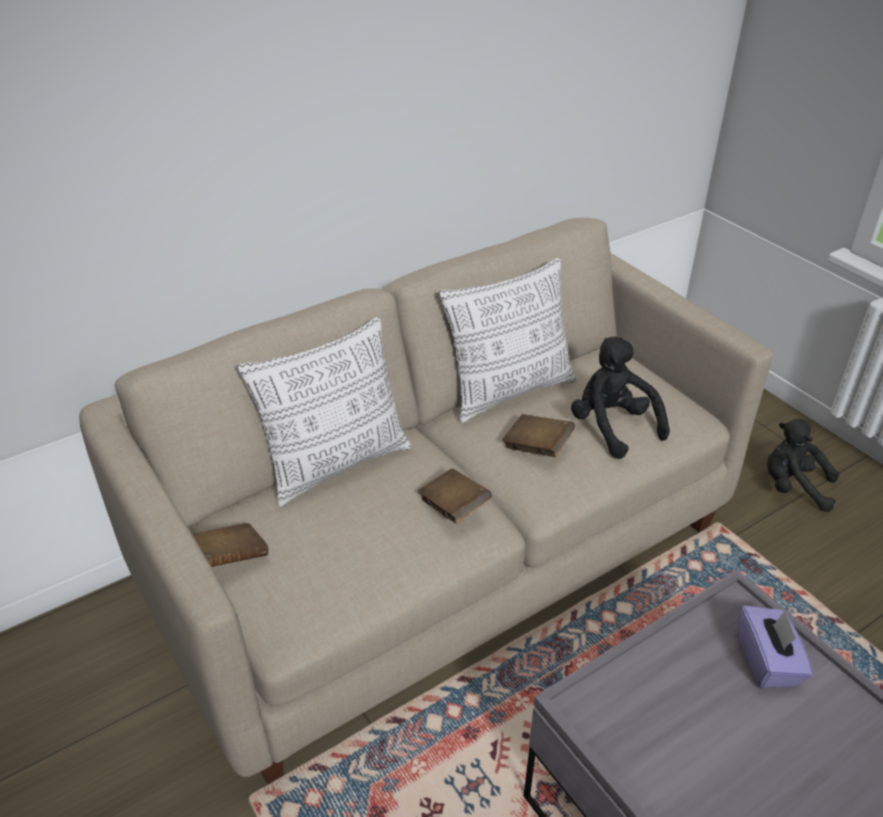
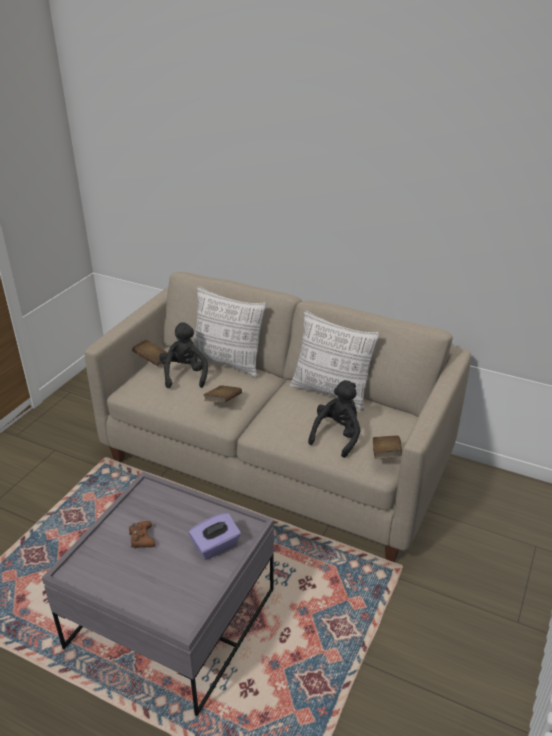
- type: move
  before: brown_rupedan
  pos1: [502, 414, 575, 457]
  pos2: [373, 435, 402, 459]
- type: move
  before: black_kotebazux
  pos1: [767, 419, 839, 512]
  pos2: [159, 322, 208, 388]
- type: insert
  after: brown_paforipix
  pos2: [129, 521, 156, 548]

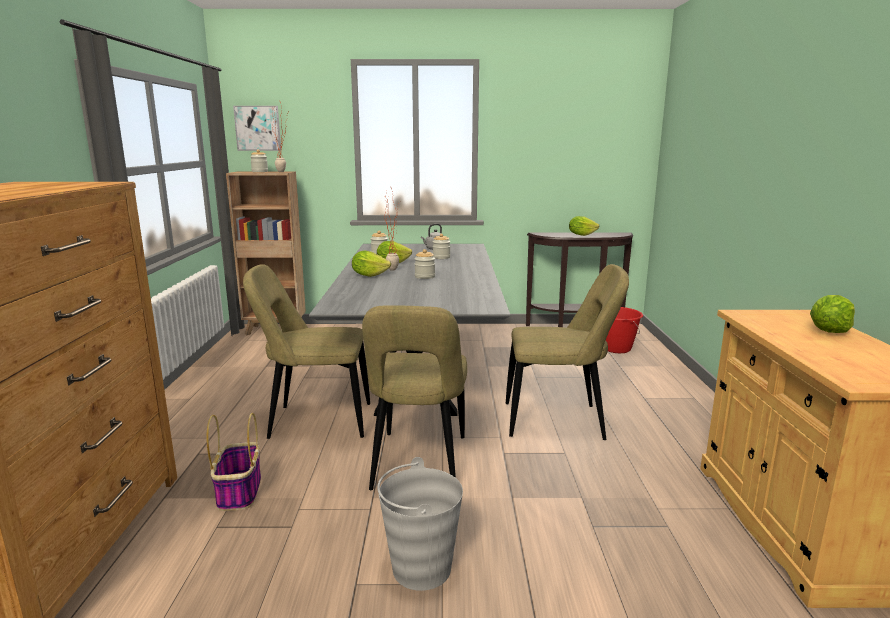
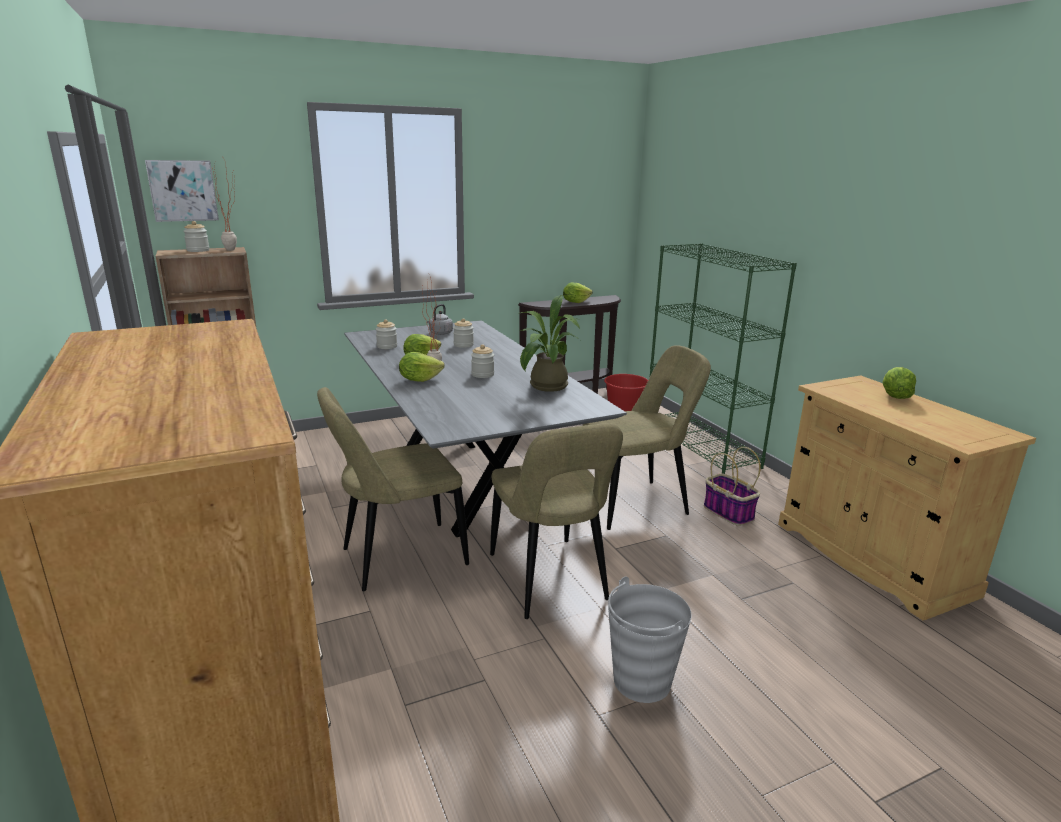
- type: move
  before: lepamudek
  pos1: [207, 413, 261, 511]
  pos2: [704, 447, 761, 526]
- type: insert
  after: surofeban
  pos2: [519, 295, 580, 392]
- type: insert
  after: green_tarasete
  pos2: [650, 243, 797, 474]

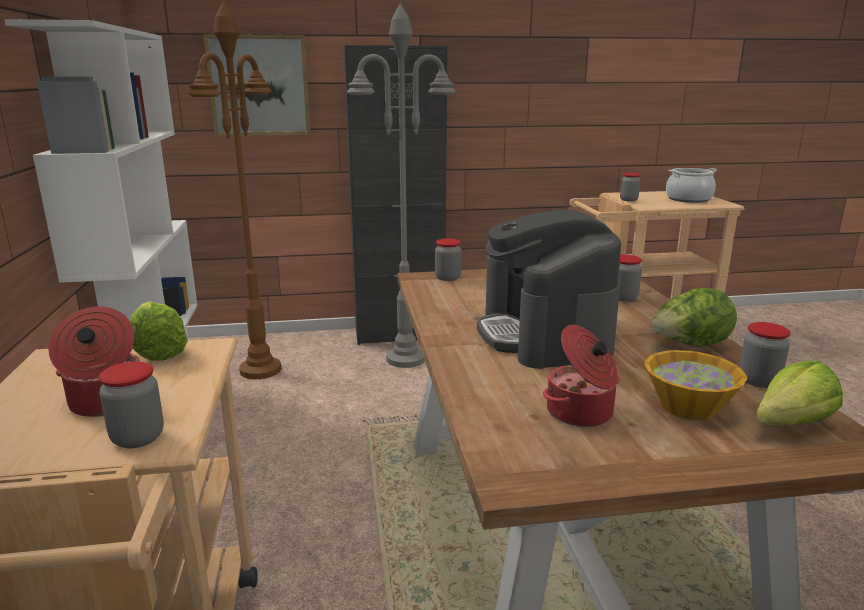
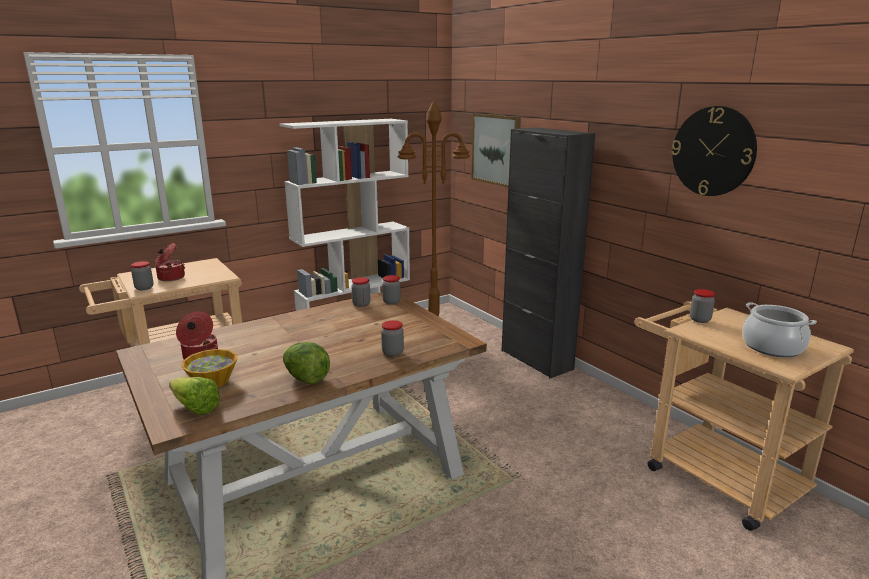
- type: delete
  before: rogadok
  pos1: [130, 301, 188, 361]
- type: delete
  before: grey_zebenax
  pos1: [347, 3, 456, 368]
- type: delete
  before: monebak
  pos1: [477, 210, 621, 369]
- type: move
  before: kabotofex
  pos1: [739, 322, 791, 388]
  pos2: [351, 277, 370, 307]
- type: insert
  after: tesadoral
  pos2: [671, 106, 757, 196]

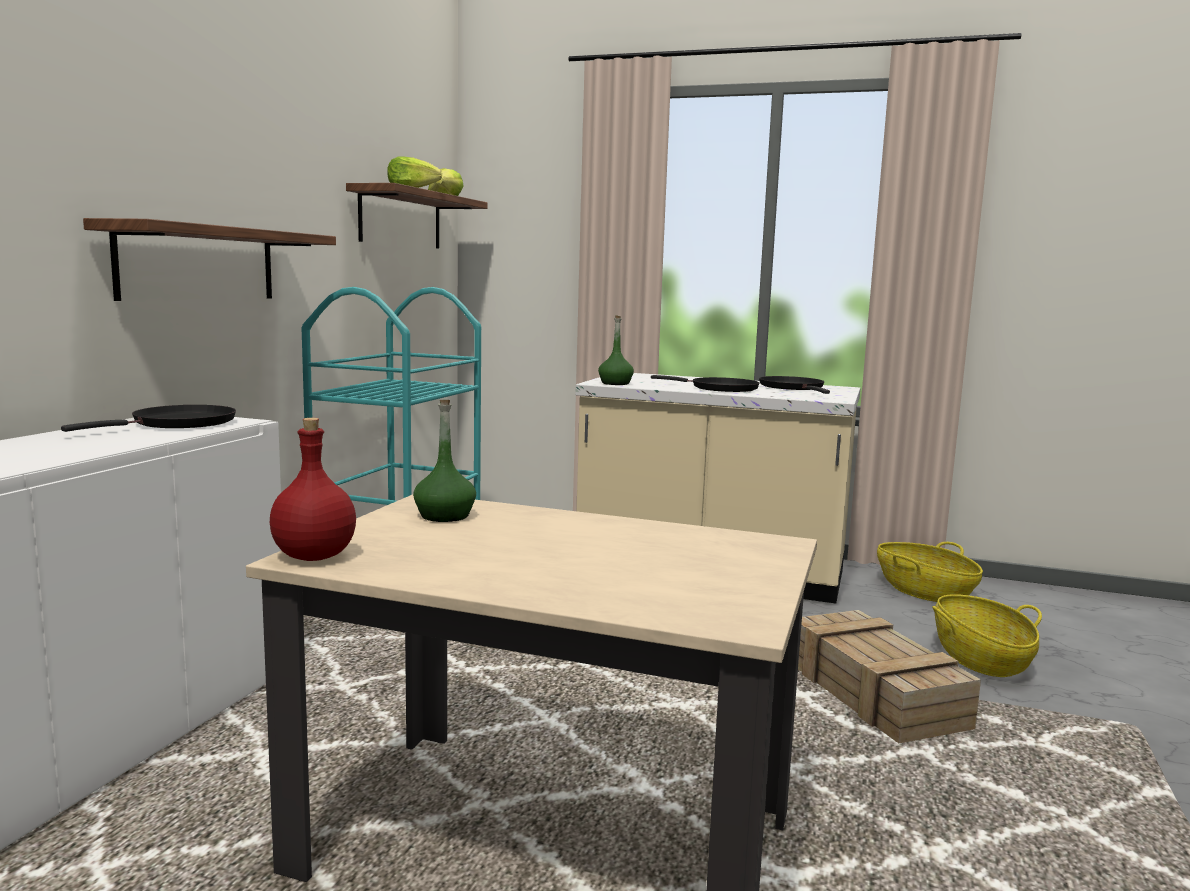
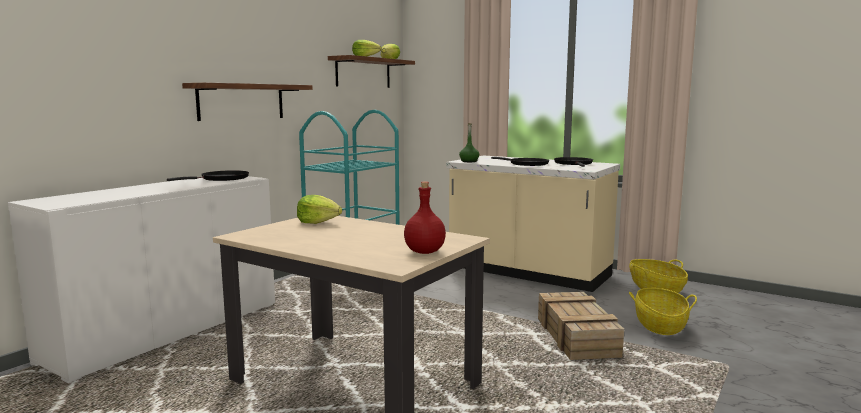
- type: move
  before: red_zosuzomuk
  pos1: [270, 418, 356, 561]
  pos2: [404, 182, 446, 254]
- type: replace
  before: green_zosuzomuk
  after: rogadok
  pos1: [413, 400, 476, 522]
  pos2: [297, 195, 342, 224]

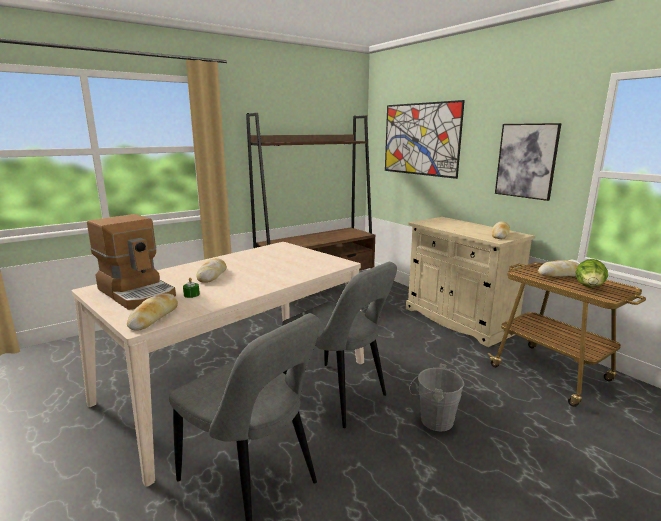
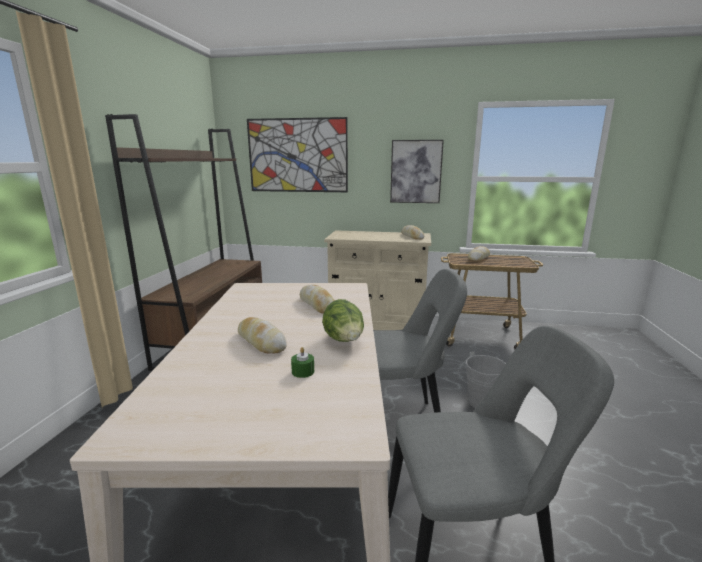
- type: delete
  before: monebak
  pos1: [87, 214, 176, 310]
- type: move
  before: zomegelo
  pos1: [127, 293, 178, 331]
  pos2: [300, 284, 335, 314]
- type: move
  before: rogadok
  pos1: [576, 259, 608, 287]
  pos2: [322, 299, 364, 342]

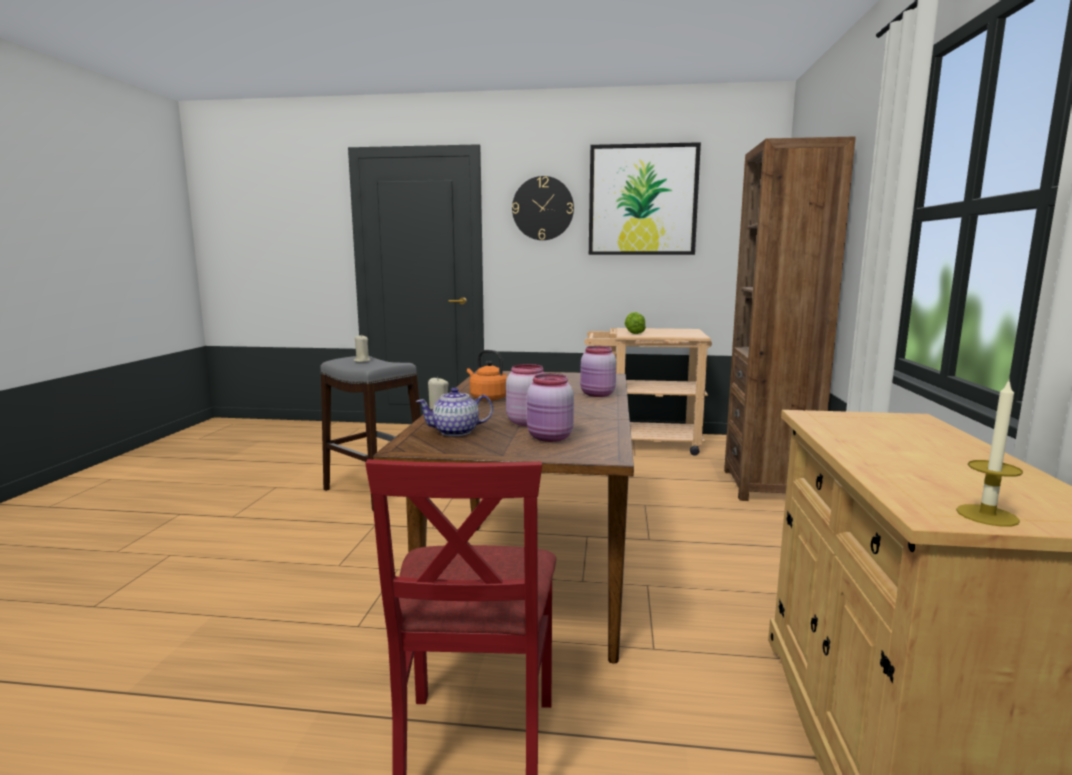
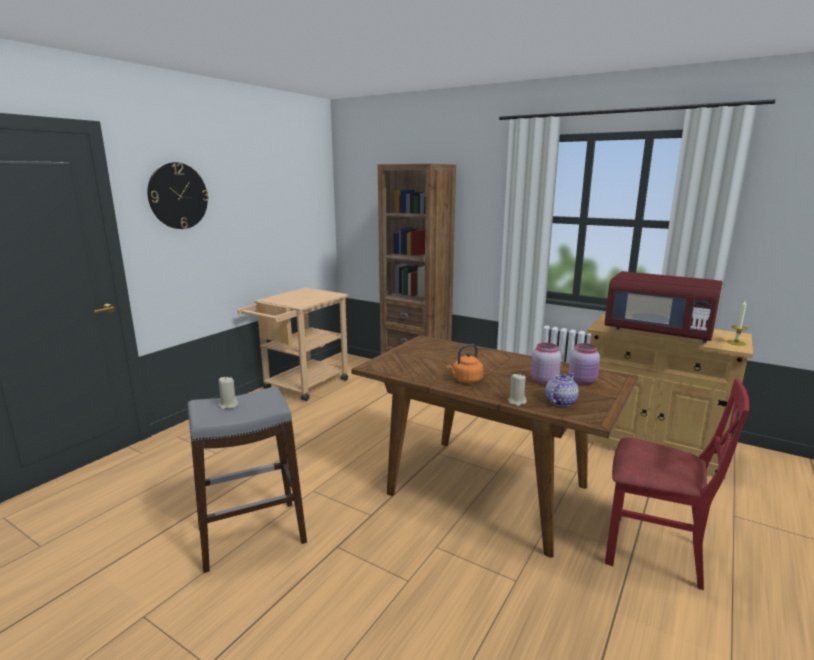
- type: rotate
  before: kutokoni
  pos1: [416, 388, 493, 436]
  pos2: [545, 373, 579, 406]
  turn: -150
- type: delete
  before: pink_kabotofex
  pos1: [580, 346, 616, 397]
- type: delete
  before: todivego
  pos1: [589, 142, 701, 255]
- type: delete
  before: rogadok
  pos1: [625, 312, 646, 334]
- type: insert
  after: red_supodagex
  pos2: [605, 271, 723, 343]

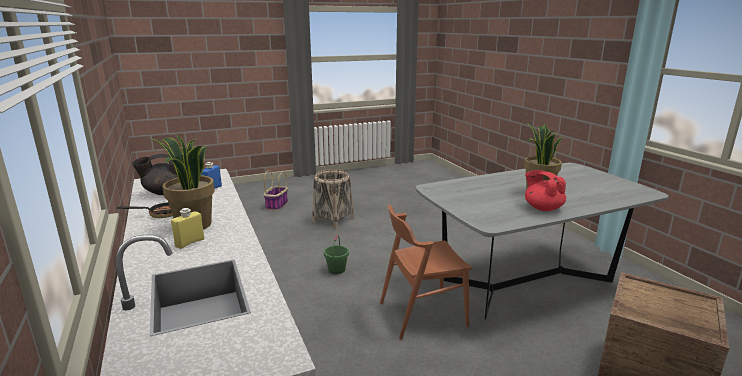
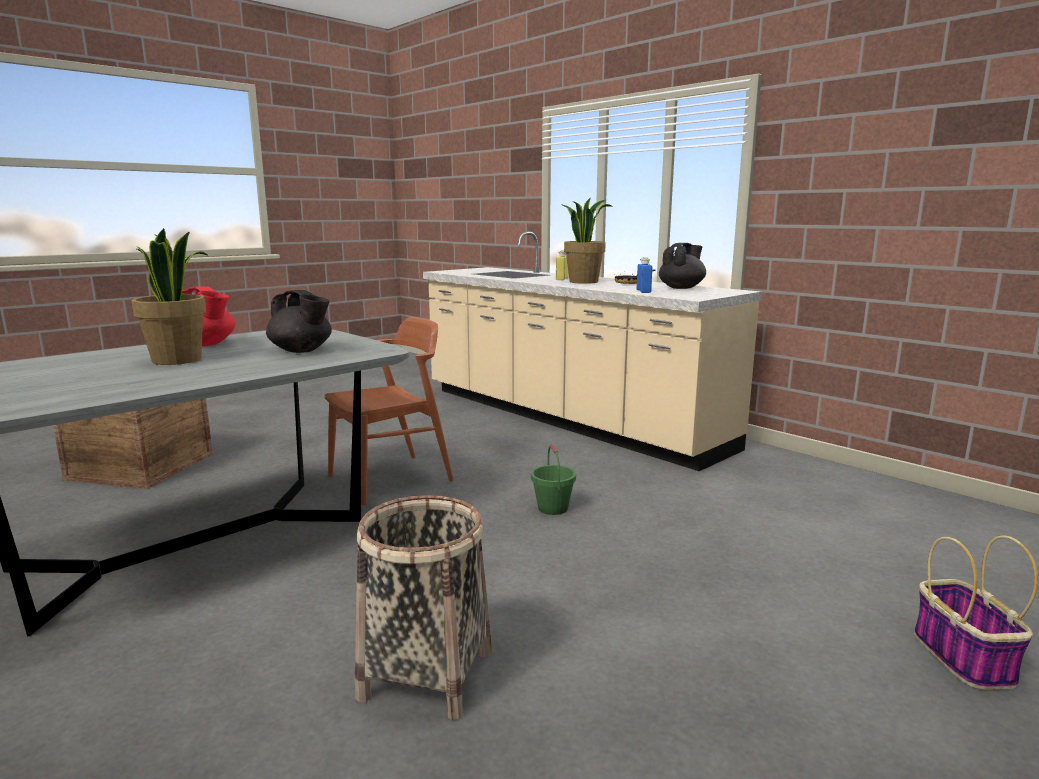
- type: move
  before: lepamudek
  pos1: [312, 169, 354, 229]
  pos2: [355, 495, 492, 720]
- type: insert
  after: black_kutokoni
  pos2: [266, 290, 332, 353]

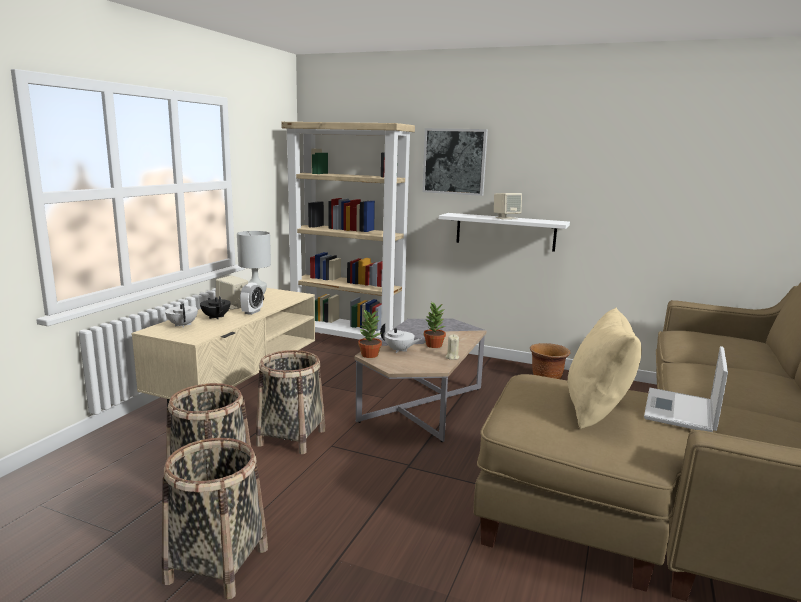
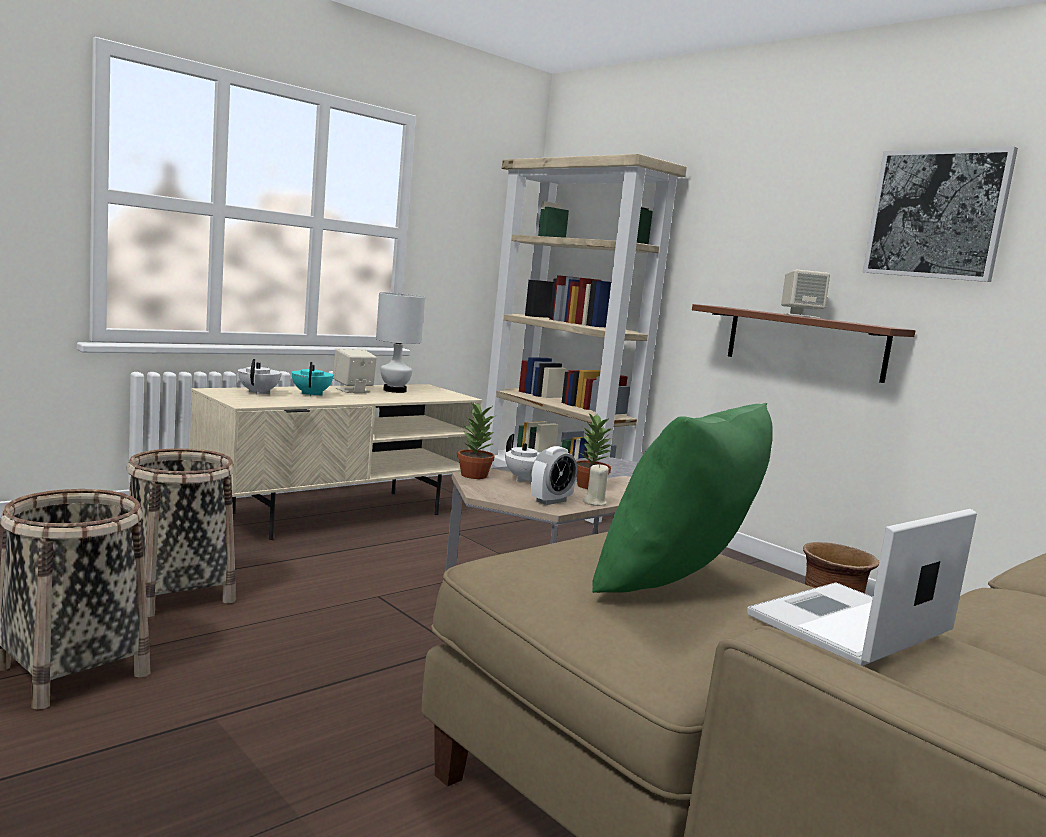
- type: recolor
  before: black_kutokoni
  after: turquoise_kutokoni
  pos1: [200, 296, 230, 319]
  pos2: [292, 362, 333, 396]
- type: move
  before: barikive
  pos1: [240, 282, 264, 315]
  pos2: [531, 446, 577, 505]
- type: delete
  before: lepamudek
  pos1: [256, 350, 325, 454]
- type: move
  before: todivego
  pos1: [422, 128, 488, 196]
  pos2: [863, 147, 1018, 282]
- type: recolor
  before: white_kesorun
  after: brown_kesorun
  pos1: [439, 213, 570, 252]
  pos2: [692, 304, 916, 383]
- type: recolor
  before: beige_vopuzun
  after: green_vopuzun
  pos1: [568, 307, 642, 429]
  pos2: [592, 403, 773, 593]

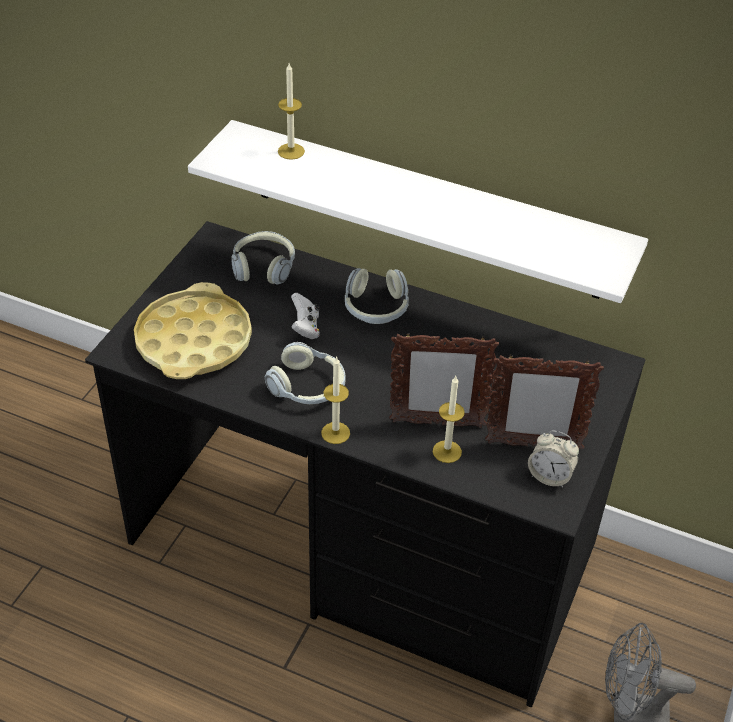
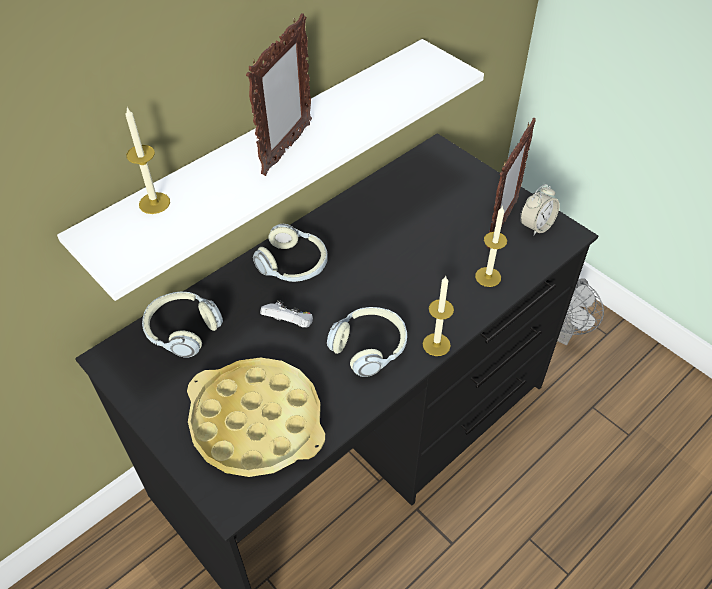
- type: move
  before: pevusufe
  pos1: [389, 333, 499, 428]
  pos2: [246, 13, 312, 176]

